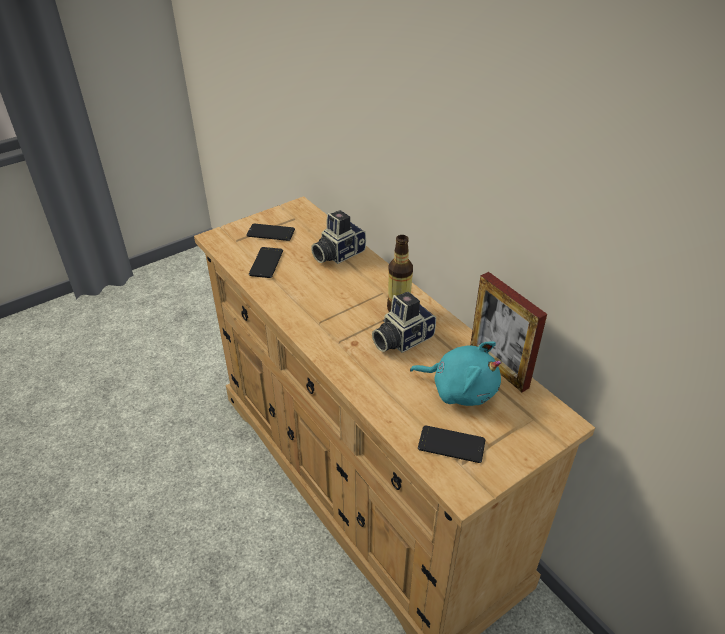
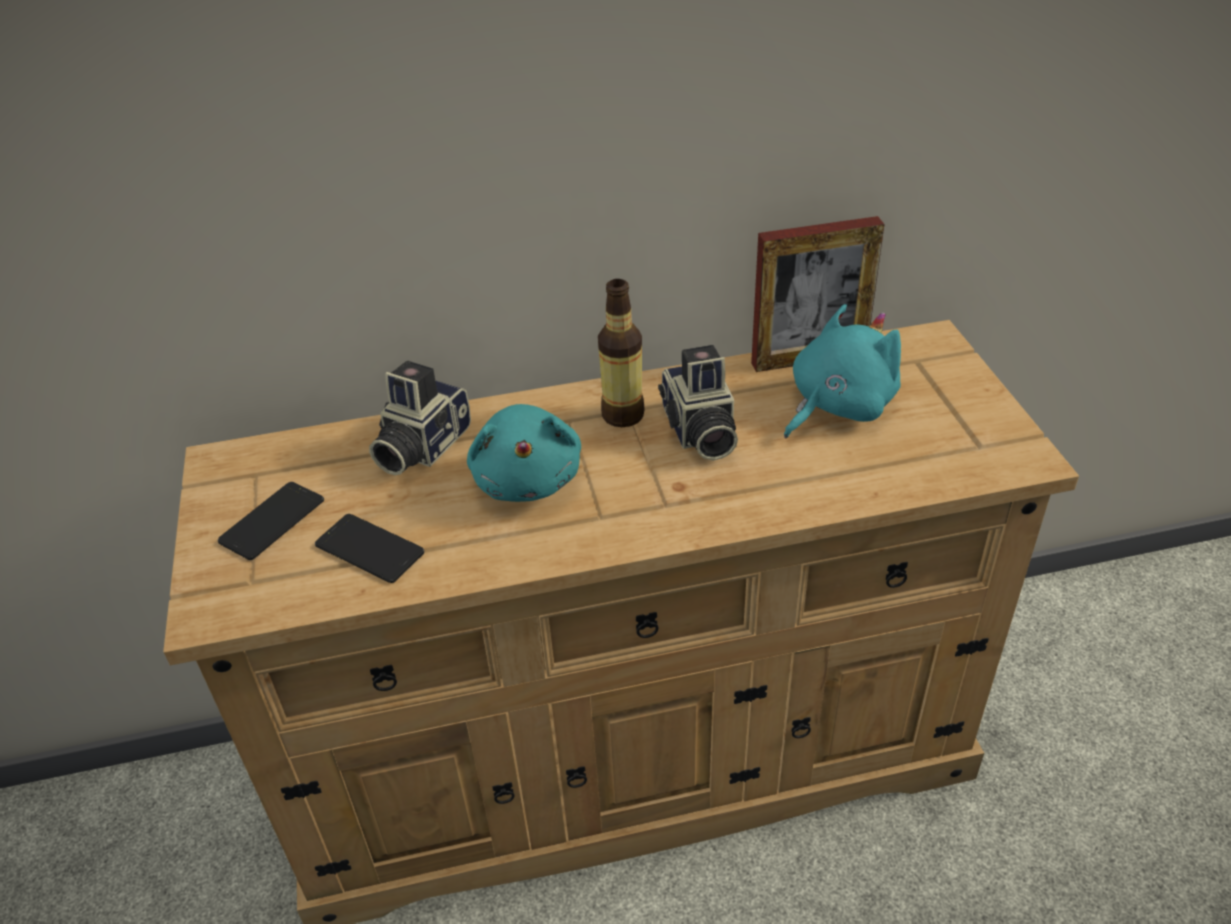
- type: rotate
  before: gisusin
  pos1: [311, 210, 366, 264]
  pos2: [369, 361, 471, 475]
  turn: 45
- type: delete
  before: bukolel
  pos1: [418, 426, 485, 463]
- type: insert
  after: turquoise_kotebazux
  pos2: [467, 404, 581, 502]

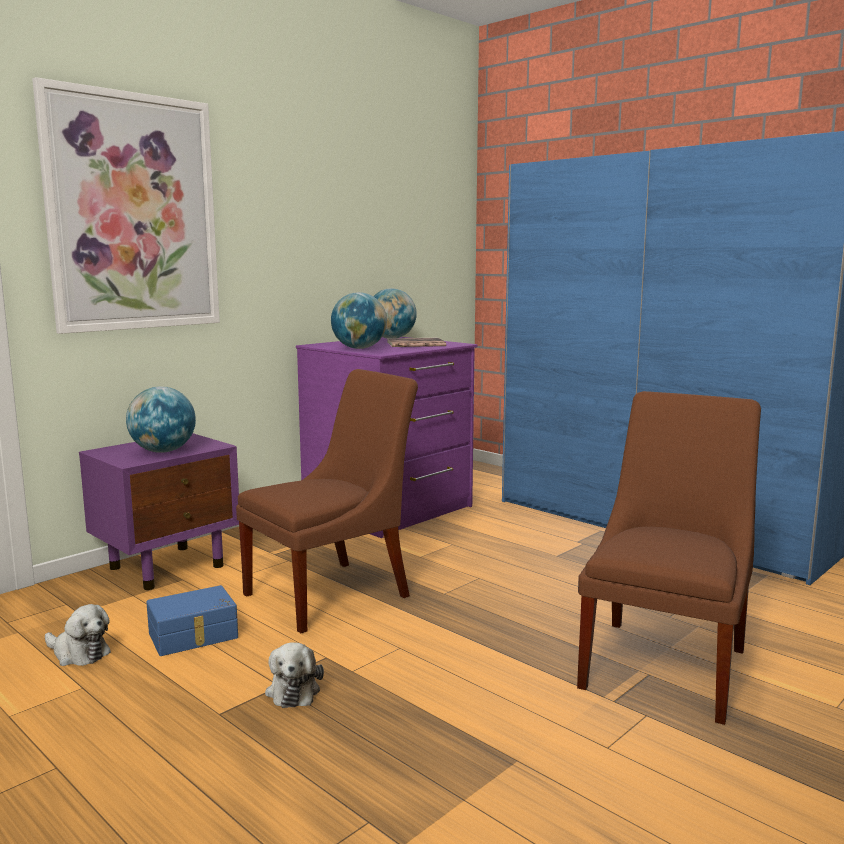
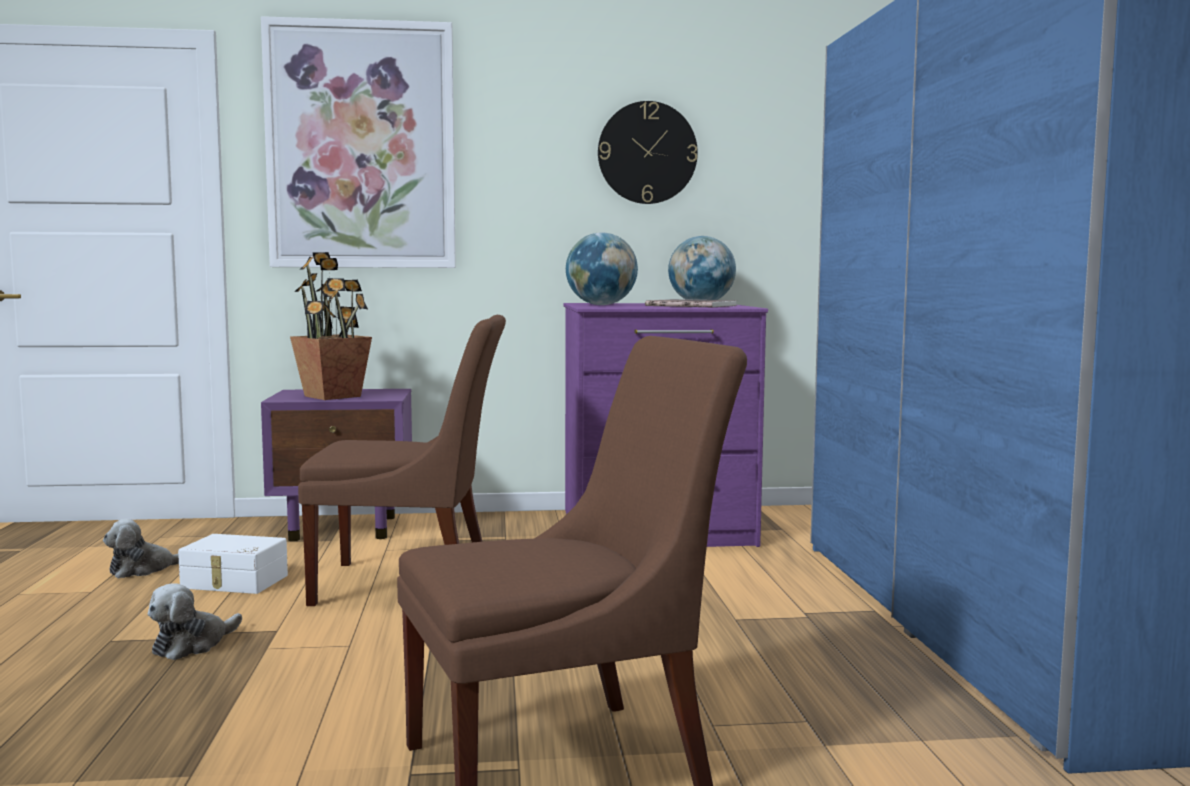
- type: rotate
  before: kotebazux
  pos1: [45, 604, 111, 666]
  pos2: [103, 519, 179, 578]
  turn: 75
- type: replace
  before: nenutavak
  after: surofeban
  pos1: [126, 386, 196, 453]
  pos2: [290, 252, 372, 400]
- type: recolor
  before: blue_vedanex
  after: white_vedanex
  pos1: [146, 585, 238, 656]
  pos2: [178, 534, 288, 594]
- type: insert
  after: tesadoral
  pos2: [598, 101, 698, 204]

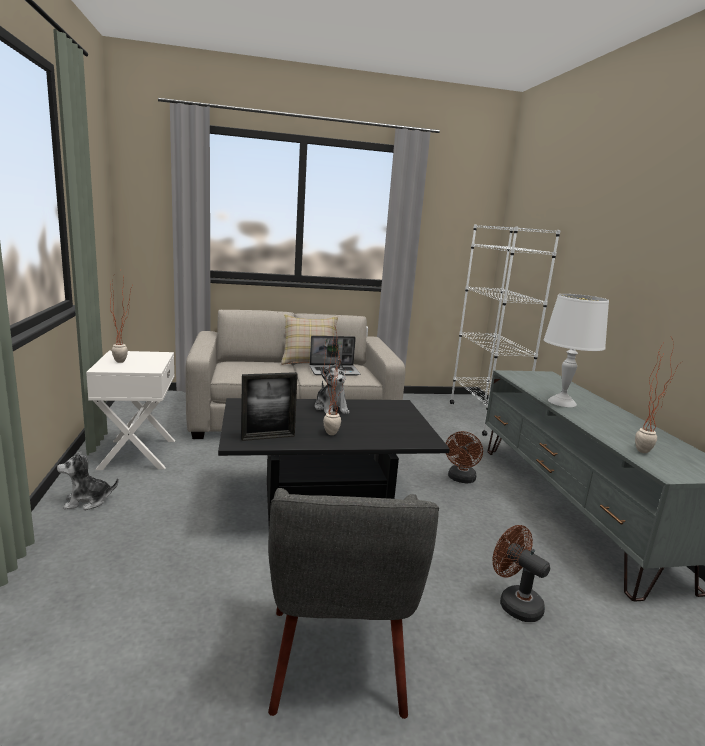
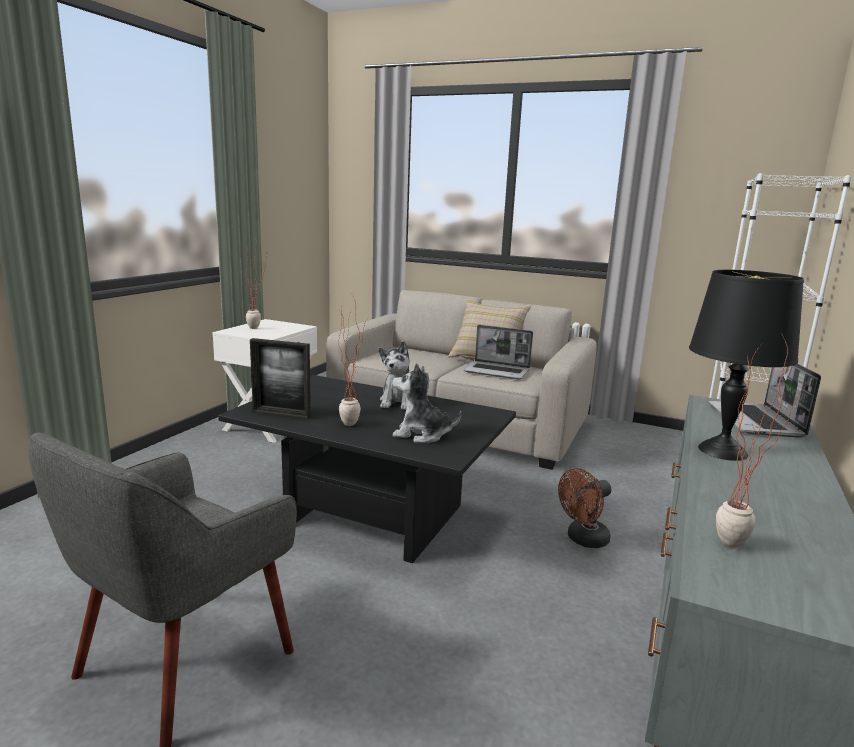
- type: move
  before: kotebazux
  pos1: [57, 450, 118, 510]
  pos2: [392, 363, 462, 443]
- type: delete
  before: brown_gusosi
  pos1: [493, 525, 550, 622]
- type: recolor
  before: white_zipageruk
  after: black_zipageruk
  pos1: [544, 294, 609, 407]
  pos2: [689, 270, 804, 461]
- type: insert
  after: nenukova
  pos2: [708, 363, 821, 438]

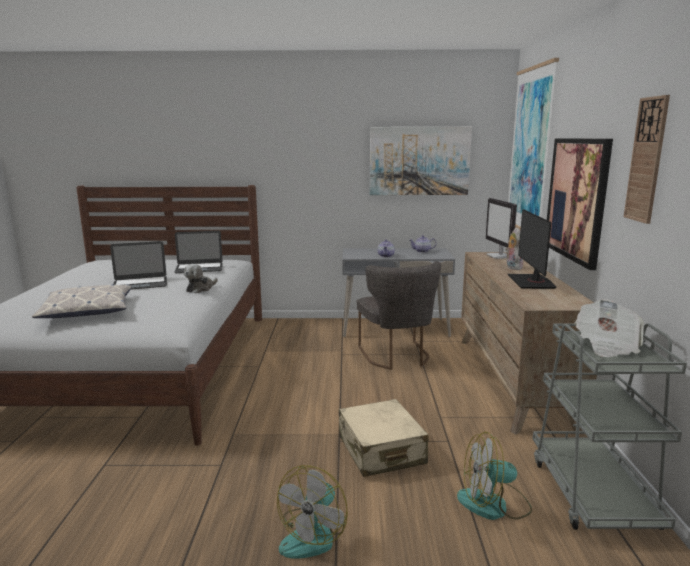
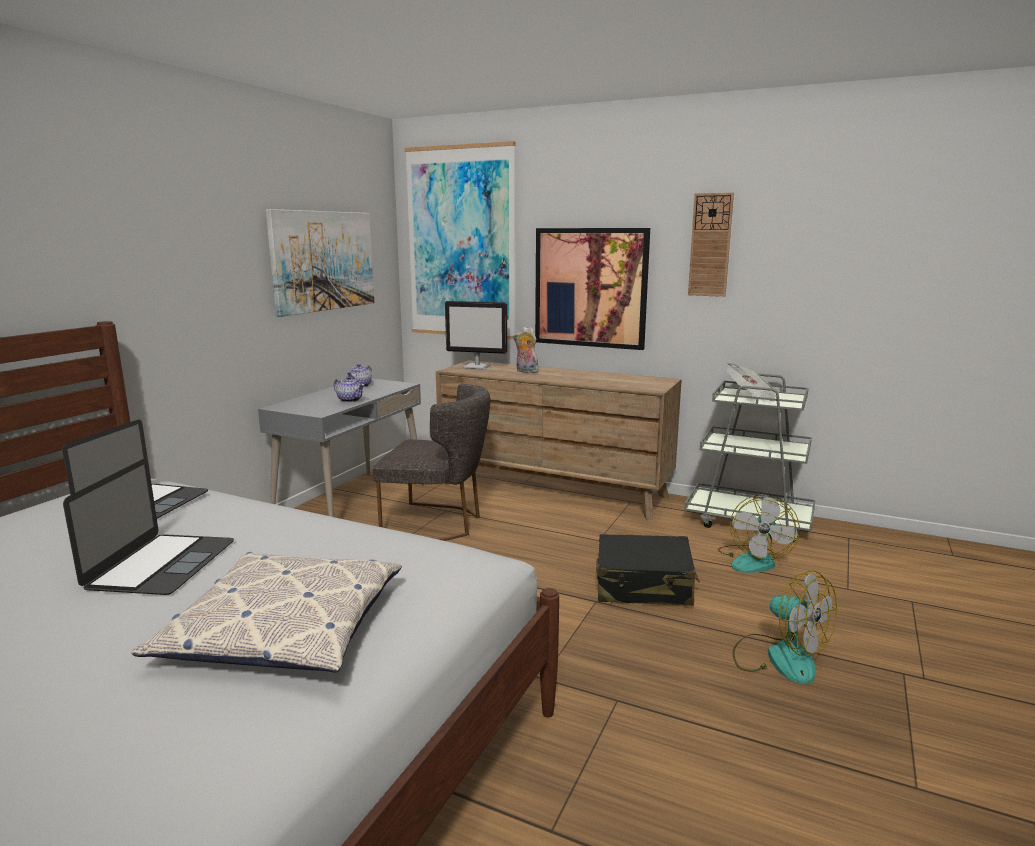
- type: delete
  before: kotebazux
  pos1: [184, 264, 218, 293]
- type: recolor
  before: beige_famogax
  after: black_famogax
  pos1: [339, 399, 429, 477]
  pos2: [596, 534, 700, 606]
- type: delete
  before: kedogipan
  pos1: [508, 209, 556, 289]

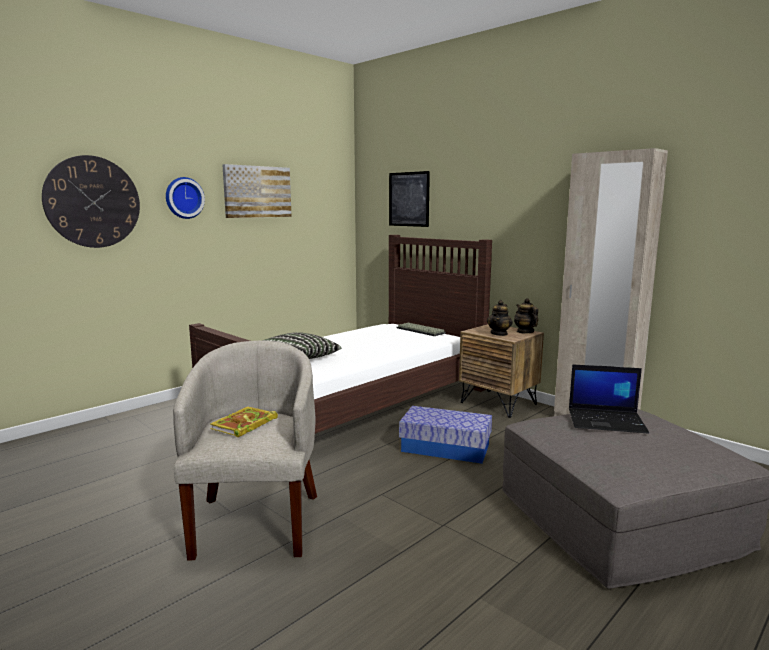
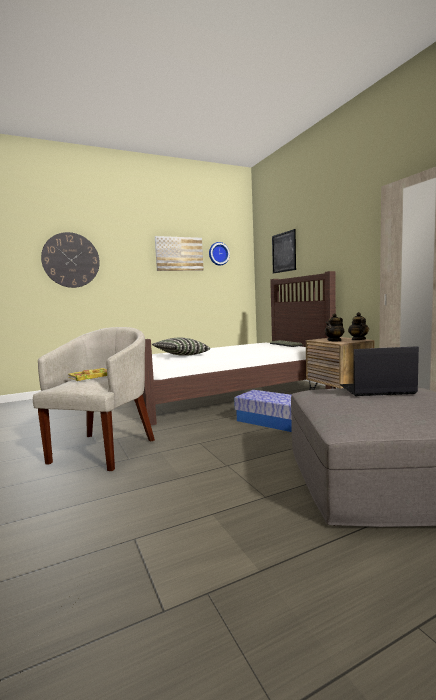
- type: move
  before: tesadoral
  pos1: [166, 177, 205, 219]
  pos2: [209, 242, 230, 266]
- type: rotate
  before: nenukova
  pos1: [569, 364, 649, 434]
  pos2: [340, 346, 419, 396]
  turn: 150

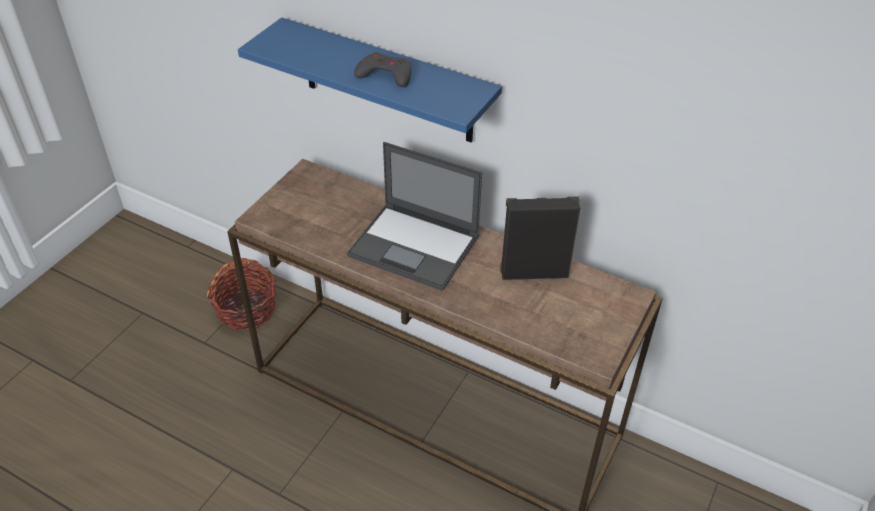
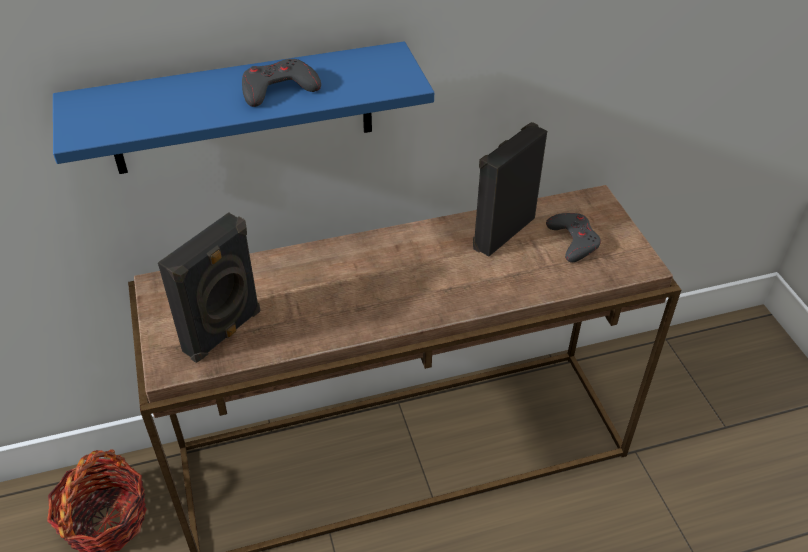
- type: delete
  before: nenukova
  pos1: [347, 142, 482, 291]
- type: insert
  after: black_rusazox
  pos2: [158, 212, 260, 363]
- type: insert
  after: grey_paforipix
  pos2: [546, 213, 601, 263]

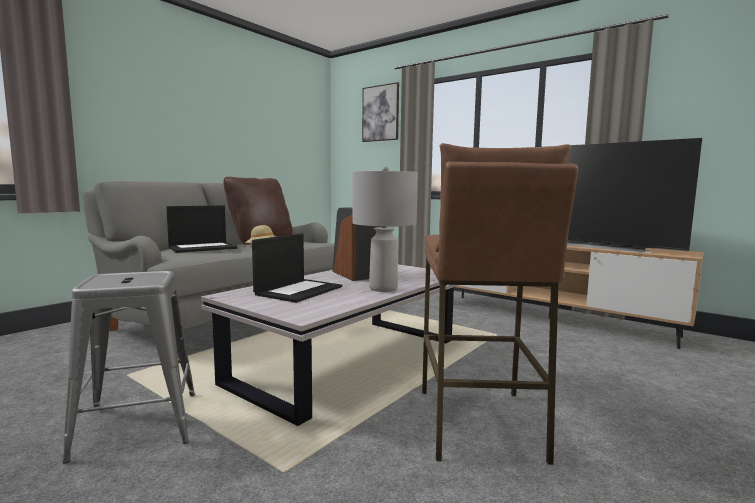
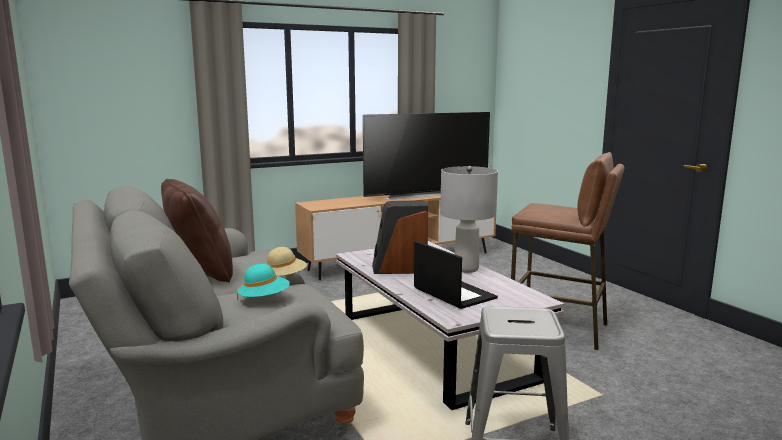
- type: replace
  before: nenukova
  after: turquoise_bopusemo
  pos1: [166, 205, 238, 253]
  pos2: [237, 264, 290, 301]
- type: delete
  before: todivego
  pos1: [362, 82, 399, 142]

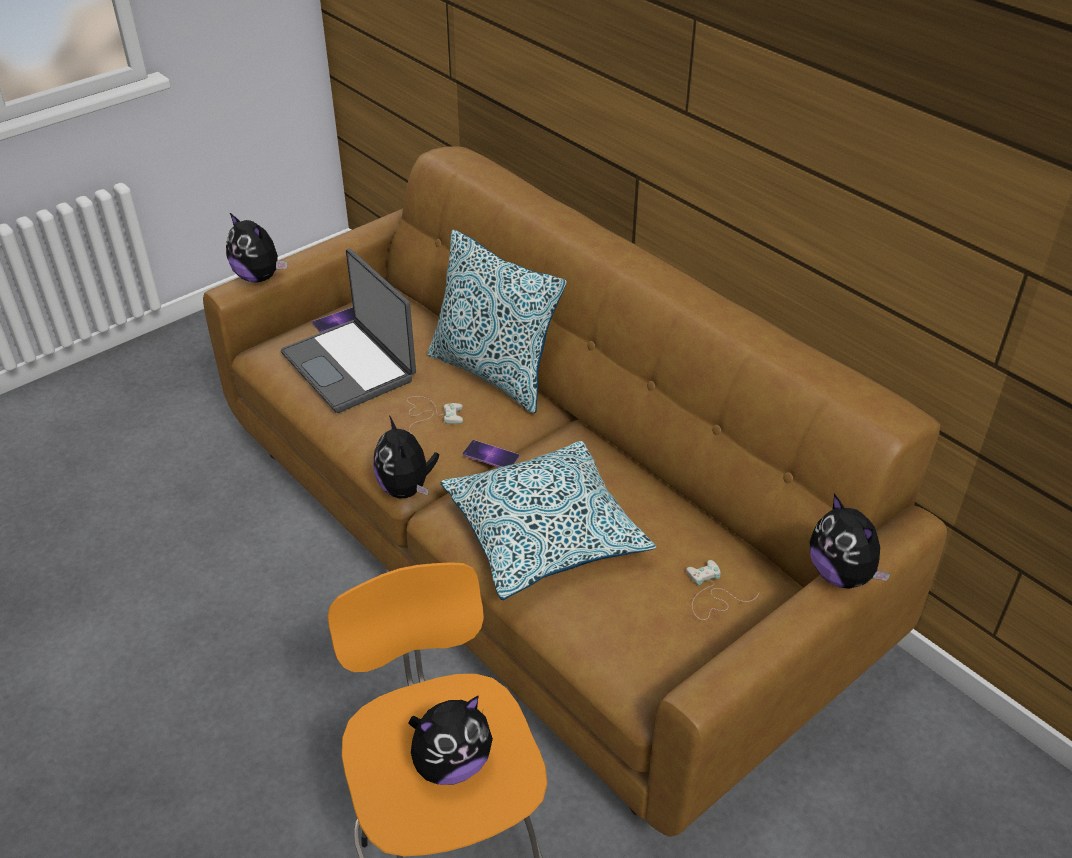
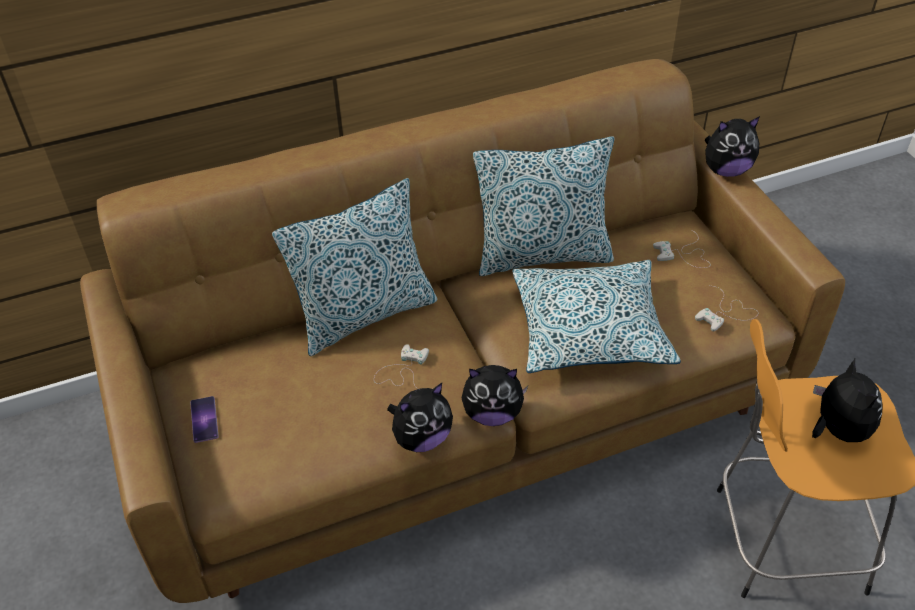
- type: move
  before: kotebazux
  pos1: [226, 212, 287, 283]
  pos2: [387, 383, 453, 452]
- type: delete
  before: nenukova
  pos1: [281, 249, 416, 413]
- type: delete
  before: bukolel
  pos1: [462, 440, 520, 468]
- type: insert
  after: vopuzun
  pos2: [473, 136, 614, 276]
- type: insert
  after: white_paforipix
  pos2: [695, 286, 758, 331]

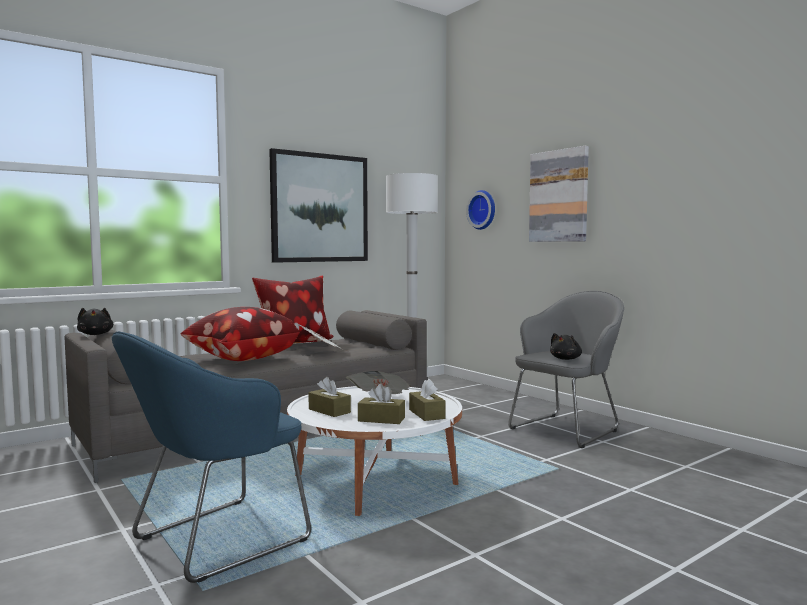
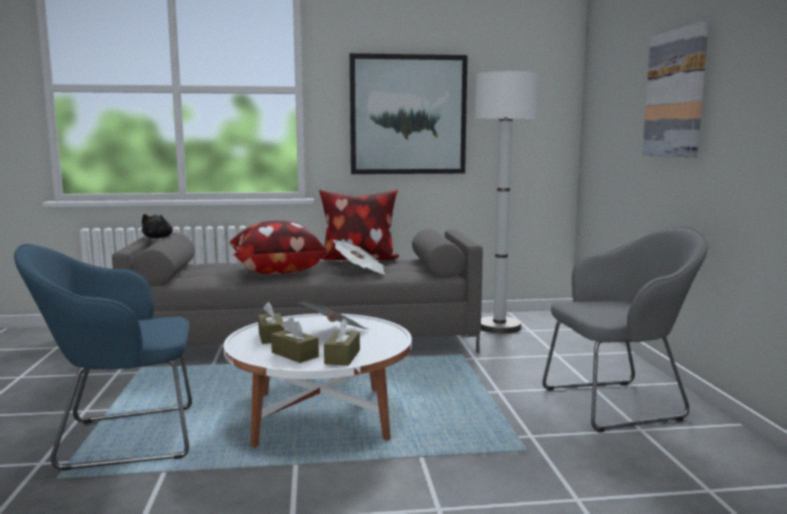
- type: delete
  before: tesadoral
  pos1: [466, 190, 495, 230]
- type: delete
  before: black_kotebazux
  pos1: [550, 333, 582, 360]

